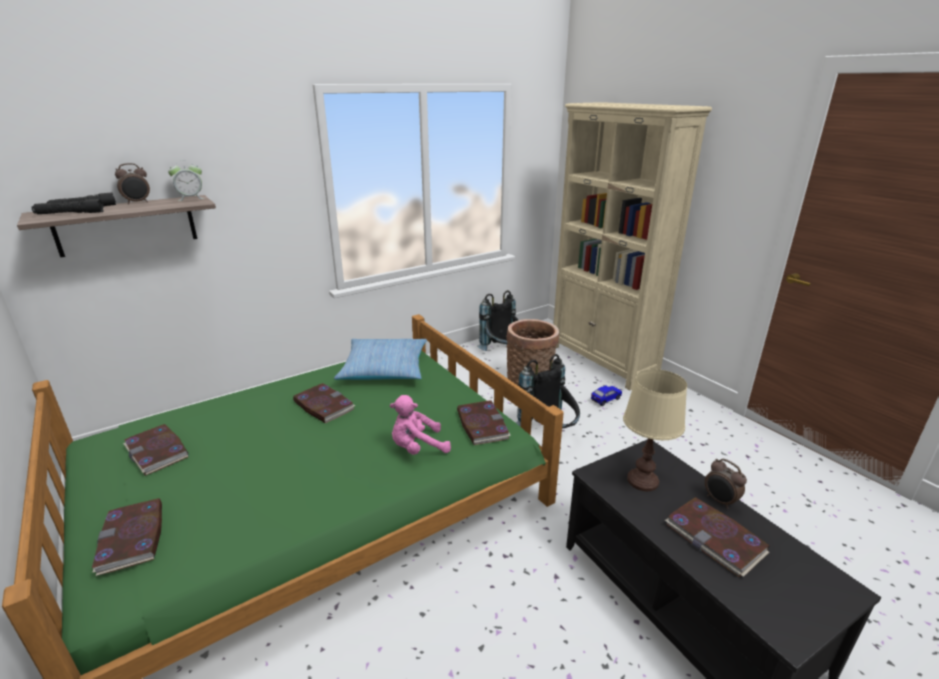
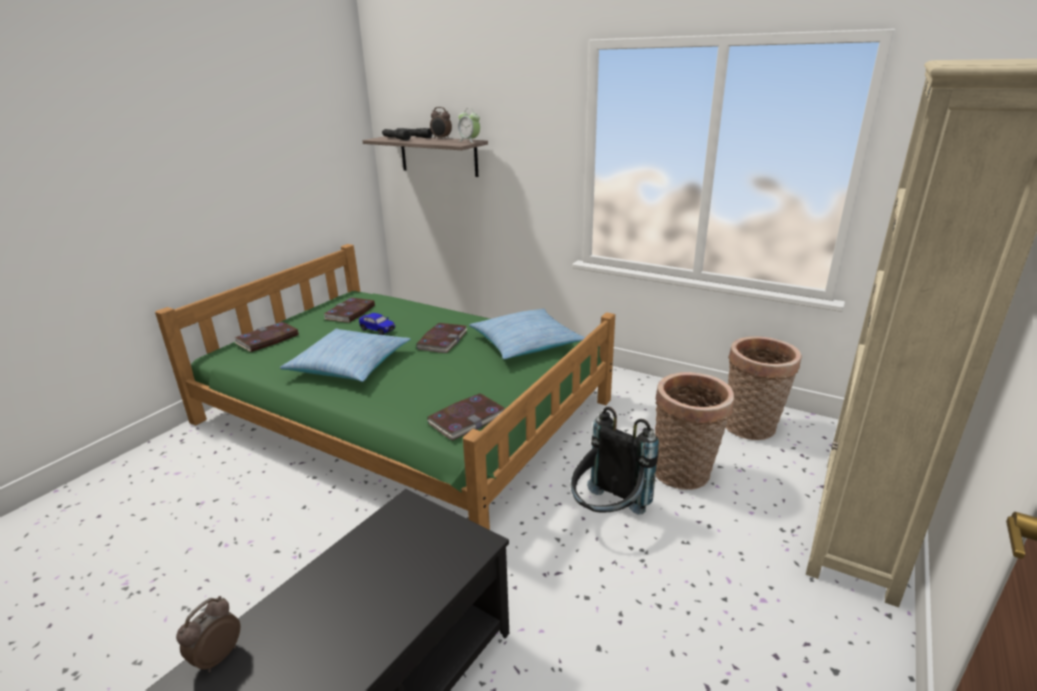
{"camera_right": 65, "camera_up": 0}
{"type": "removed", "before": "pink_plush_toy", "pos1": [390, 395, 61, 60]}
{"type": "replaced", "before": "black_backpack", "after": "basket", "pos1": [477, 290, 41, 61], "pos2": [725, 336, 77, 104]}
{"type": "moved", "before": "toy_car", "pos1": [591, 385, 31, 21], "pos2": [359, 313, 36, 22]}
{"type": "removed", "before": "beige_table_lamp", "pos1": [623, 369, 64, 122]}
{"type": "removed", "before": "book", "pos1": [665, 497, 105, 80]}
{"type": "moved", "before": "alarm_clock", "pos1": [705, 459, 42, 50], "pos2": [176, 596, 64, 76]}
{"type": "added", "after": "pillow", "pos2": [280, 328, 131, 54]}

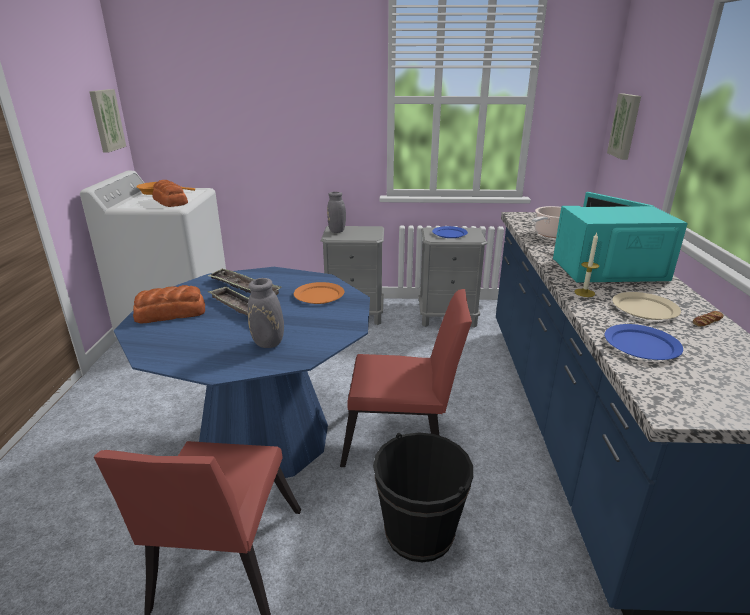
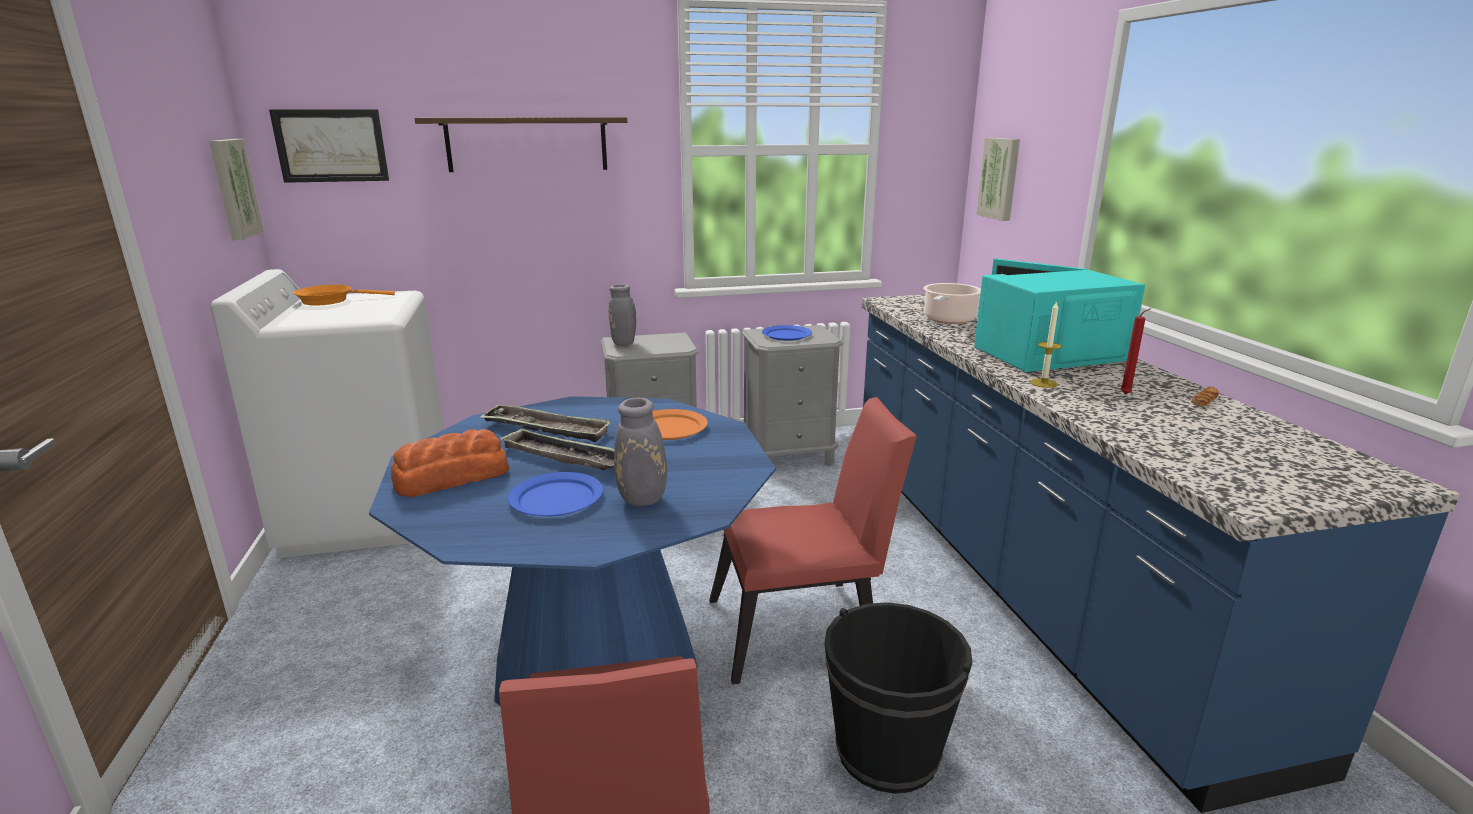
{"camera_right": -15, "camera_up": -5}
{"type": "removed", "before": "bread", "pos1": [153, 180, 35, 27]}
{"type": "moved", "before": "blue_plate", "pos1": [605, 324, 78, 36], "pos2": [508, 472, 96, 44]}
{"type": "replaced", "before": "beige_plate", "after": "red_candle", "pos1": [612, 292, 69, 28], "pos2": [1120, 308, 31, 86]}
{"type": "added", "after": "picture", "pos2": [269, 109, 120, 74]}
{"type": "added", "after": "shelf", "pos2": [415, 117, 212, 55]}

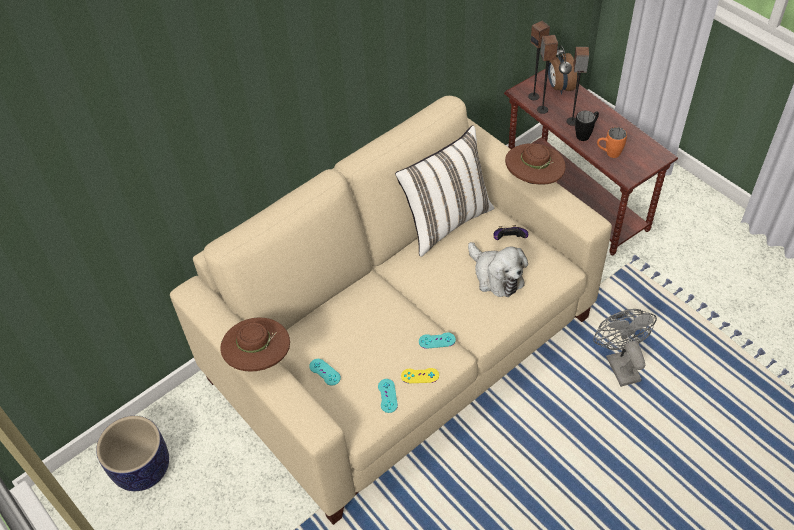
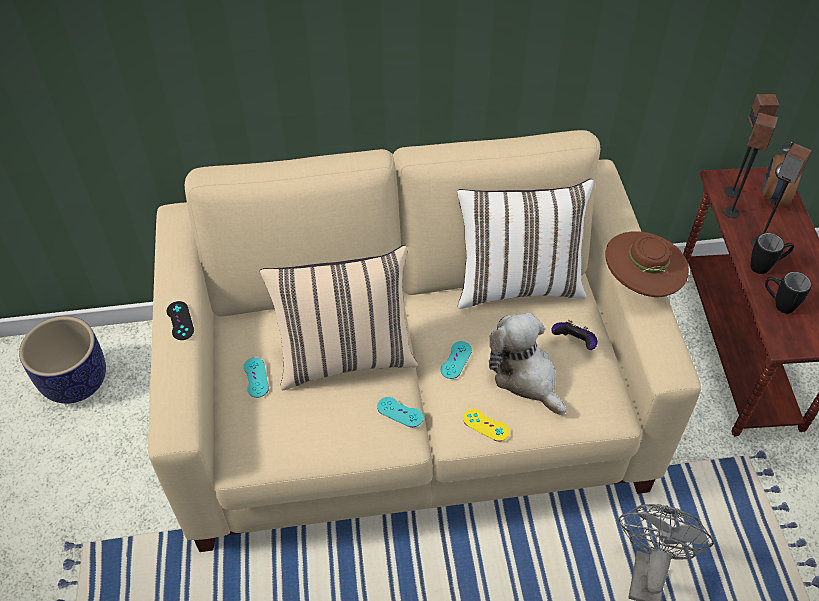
{"camera_right": 30, "camera_up": 0}
{"type": "replaced", "before": "brown_hat", "after": "black_game_controller", "pos1": [220, 317, 70, 55], "pos2": [167, 301, 27, 39]}
{"type": "moved", "before": "turquoise_game_controller", "pos1": [378, 379, 20, 34], "pos2": [440, 341, 32, 38]}
{"type": "moved", "before": "yellow_game_controller", "pos1": [401, 368, 38, 15], "pos2": [463, 409, 47, 32]}
{"type": "turned", "before": "plush_toy", "pos1": [468, 242, 60, 55], "pos2": [489, 313, 77, 102], "turn": 150}
{"type": "recoloured", "before": "orange_mug", "after": "black_mug", "pos1": [597, 127, 30, 31], "pos2": [765, 272, 47, 42]}
{"type": "added", "after": "beige_pillow", "pos2": [260, 245, 158, 145]}

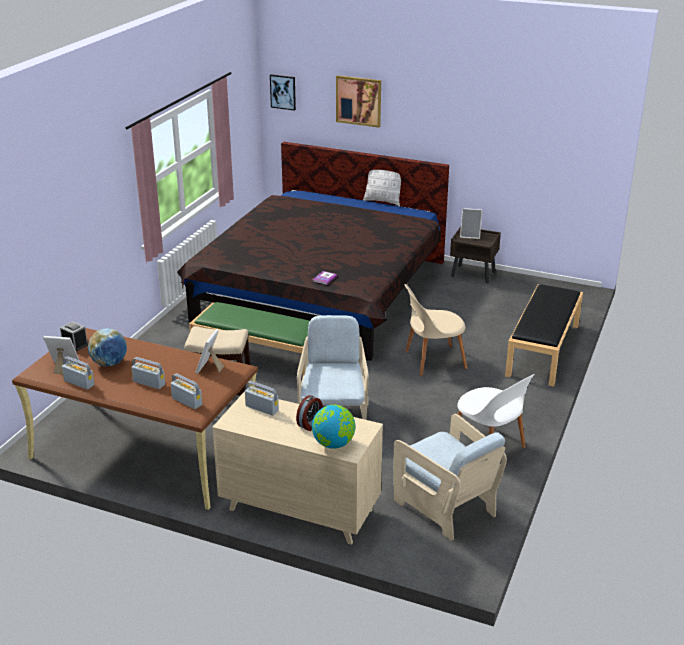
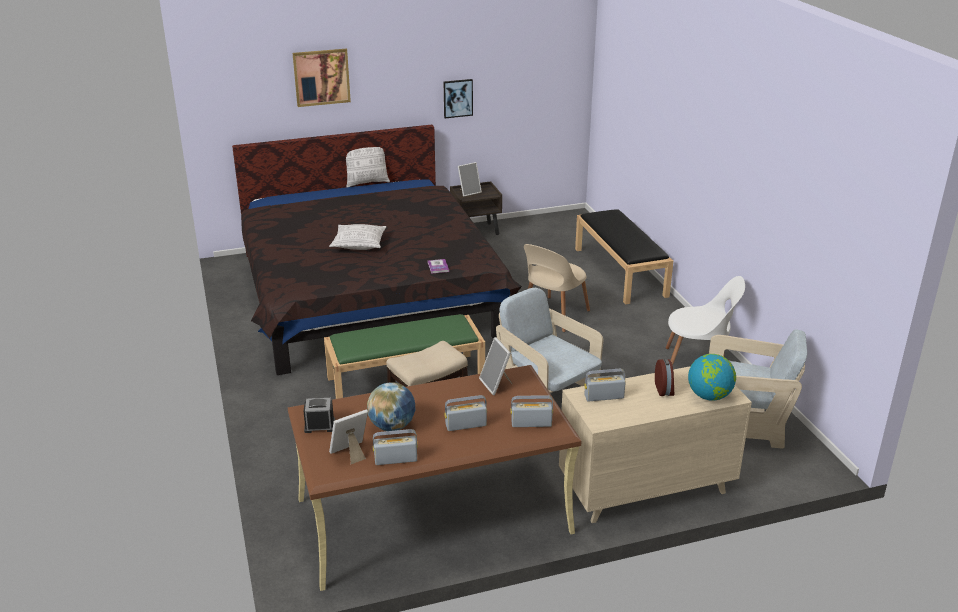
{"camera_right": -40, "camera_up": 0}
{"type": "moved", "before": "picture", "pos1": [270, 74, 26, 37], "pos2": [444, 79, 29, 39]}
{"type": "added", "after": "pillow", "pos2": [329, 224, 58, 26]}

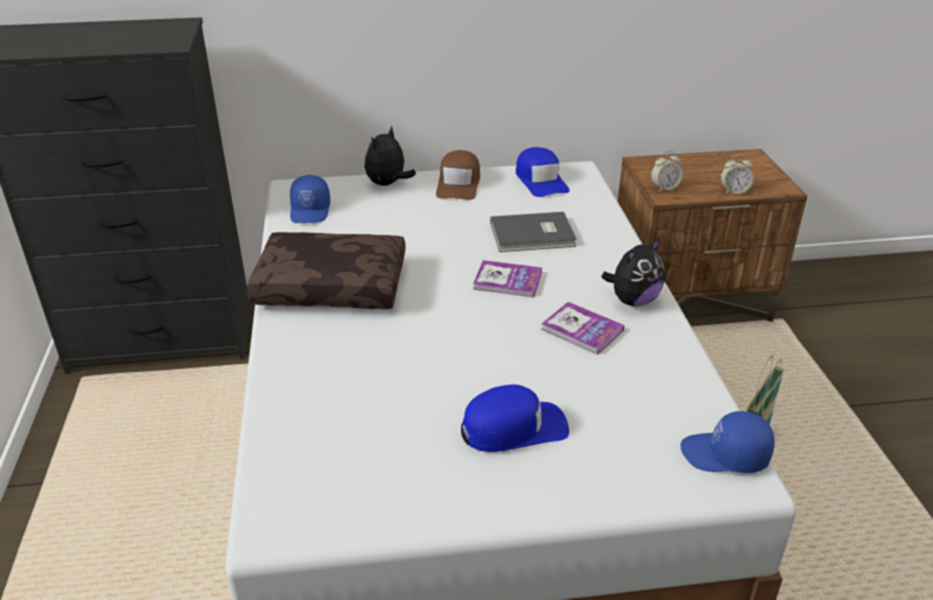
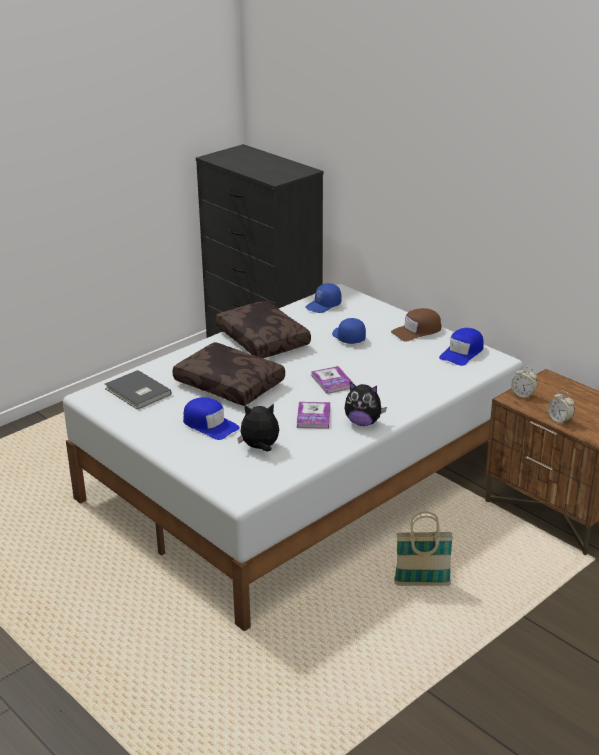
{"camera_right": 55, "camera_up": -5}
{"type": "moved", "before": "plush_toy", "pos1": [365, 125, 51, 61], "pos2": [237, 404, 42, 48]}
{"type": "moved", "before": "grey_book", "pos1": [490, 212, 87, 40], "pos2": [105, 370, 67, 40]}
{"type": "moved", "before": "blue_cap", "pos1": [680, 411, 94, 62], "pos2": [332, 318, 34, 26]}
{"type": "added", "after": "brown_pillow", "pos2": [172, 342, 113, 64]}

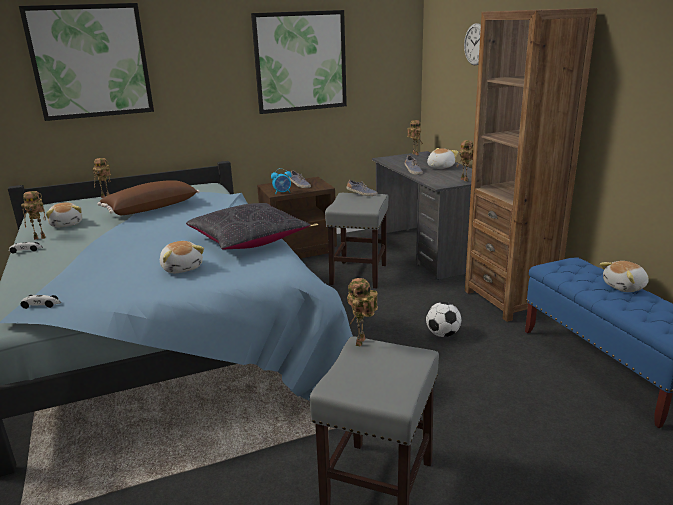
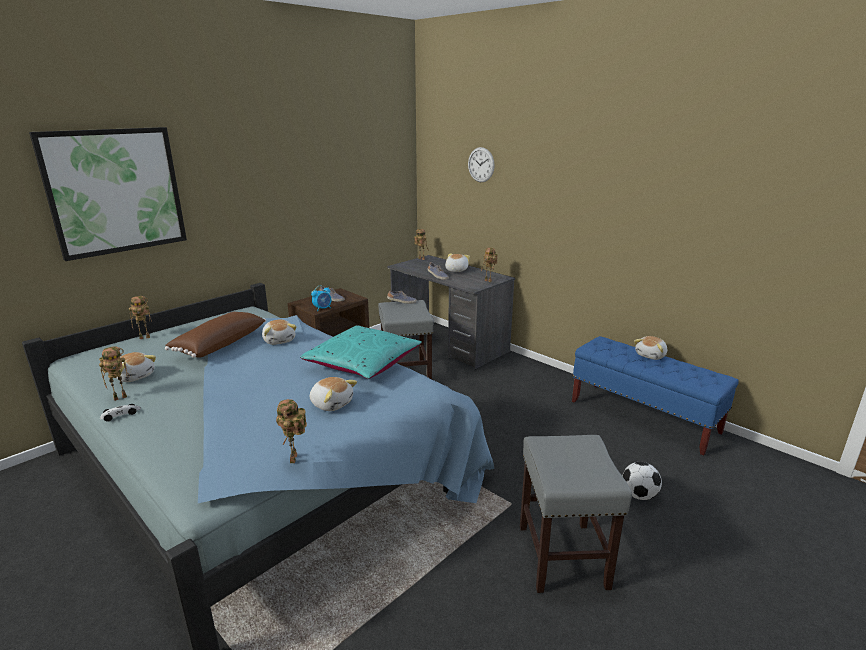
{"camera_right": -25, "camera_up": 0}
{"type": "removed", "before": "toy_car", "pos1": [20, 295, 41, 14]}
{"type": "recoloured", "before": "black_pillow", "after": "turquoise_pillow", "pos1": [186, 203, 124, 47], "pos2": [300, 325, 122, 54]}
{"type": "removed", "before": "picture", "pos1": [251, 10, 96, 104]}
{"type": "moved", "before": "toy_robot", "pos1": [347, 278, 31, 69], "pos2": [276, 399, 31, 64]}
{"type": "moved", "before": "football", "pos1": [426, 302, 35, 35], "pos2": [623, 462, 39, 38]}
{"type": "removed", "before": "brown_bookcase", "pos1": [465, 8, 132, 314]}
{"type": "added", "after": "plush_toy", "pos2": [262, 319, 35, 26]}

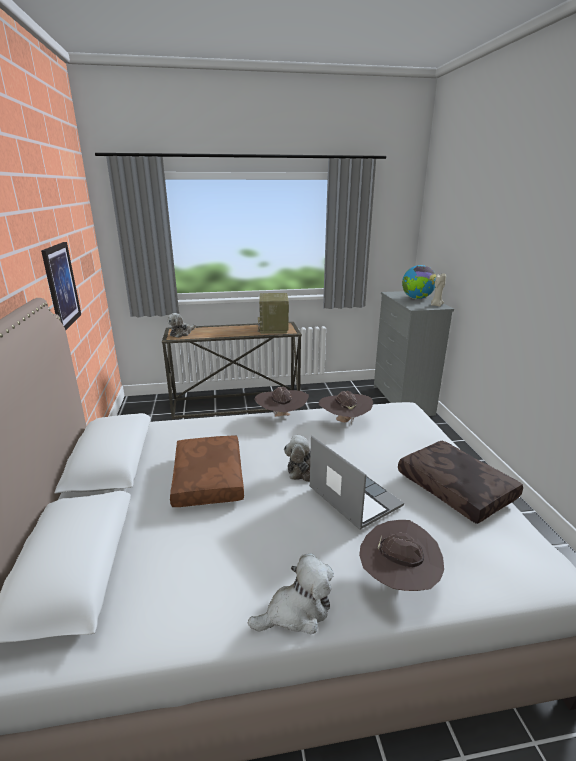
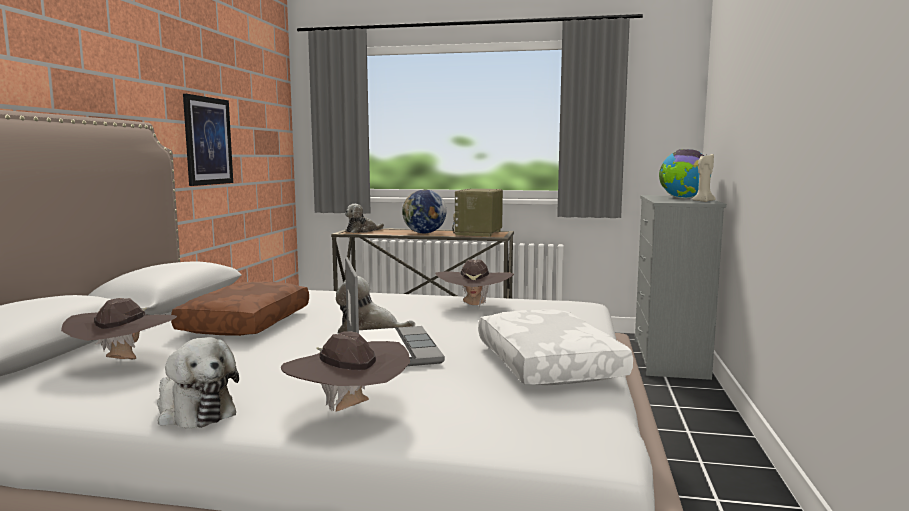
{"camera_right": 20, "camera_up": -15}
{"type": "turned", "before": "plush_toy", "pos1": [248, 553, 86, 81], "pos2": [157, 337, 82, 92], "turn": 45}
{"type": "moved", "before": "brown_hat", "pos1": [254, 387, 55, 30], "pos2": [61, 298, 116, 61]}
{"type": "recoloured", "before": "brown_pillow", "after": "white_pillow", "pos1": [398, 441, 125, 83], "pos2": [478, 309, 155, 77]}
{"type": "added", "after": "globe", "pos2": [402, 190, 45, 43]}

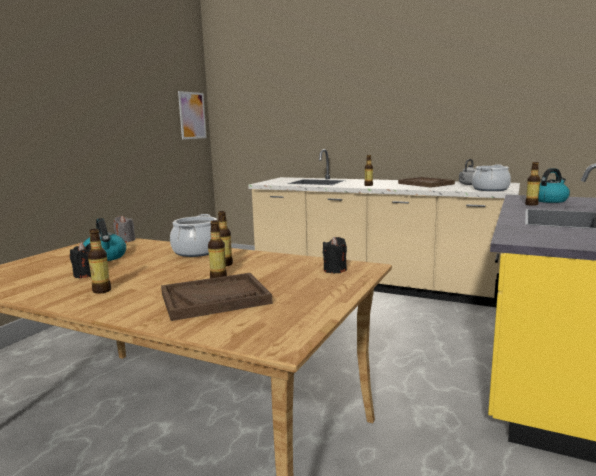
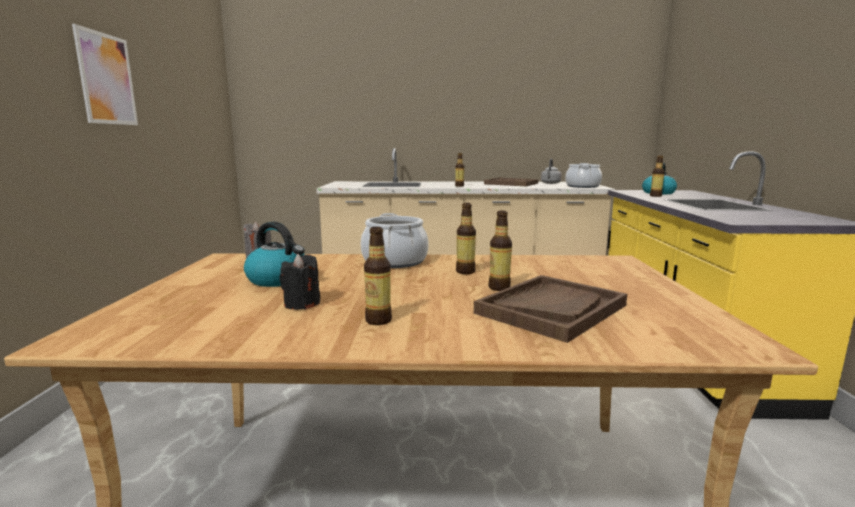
{"camera_right": -25, "camera_up": 0}
{"type": "moved", "before": "picture", "pos1": [178, 91, 29, 48], "pos2": [72, 24, 66, 101]}
{"type": "removed", "before": "black_candle", "pos1": [323, 237, 24, 36]}

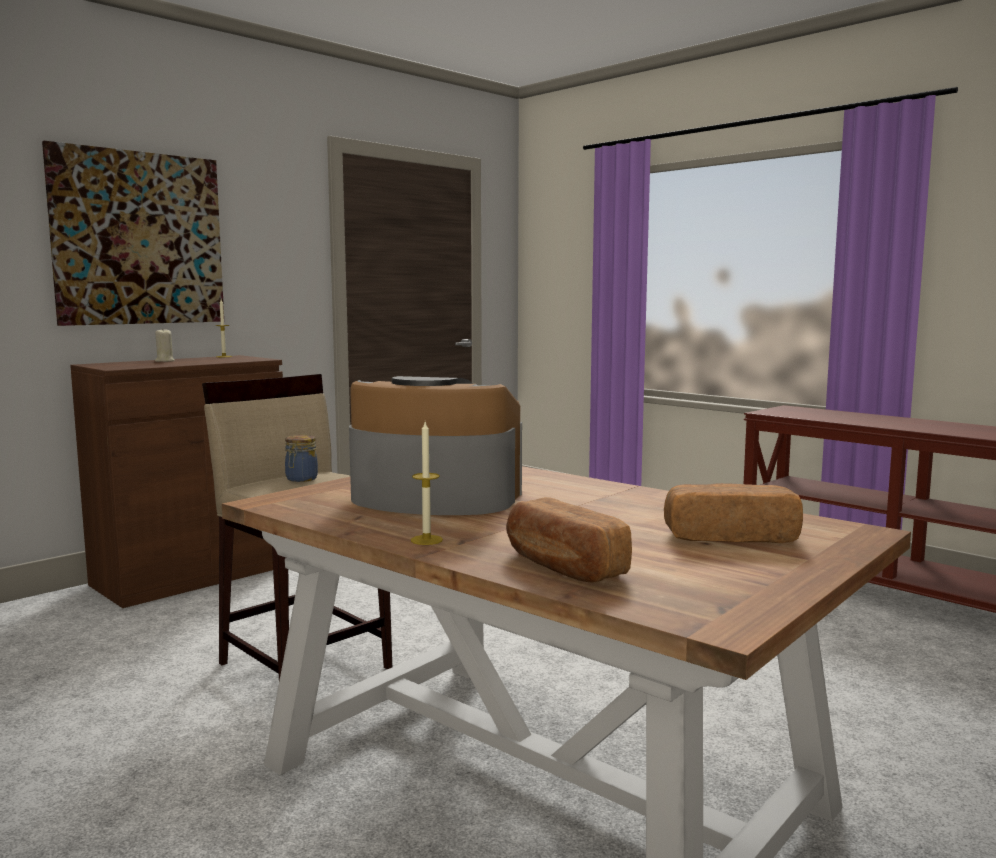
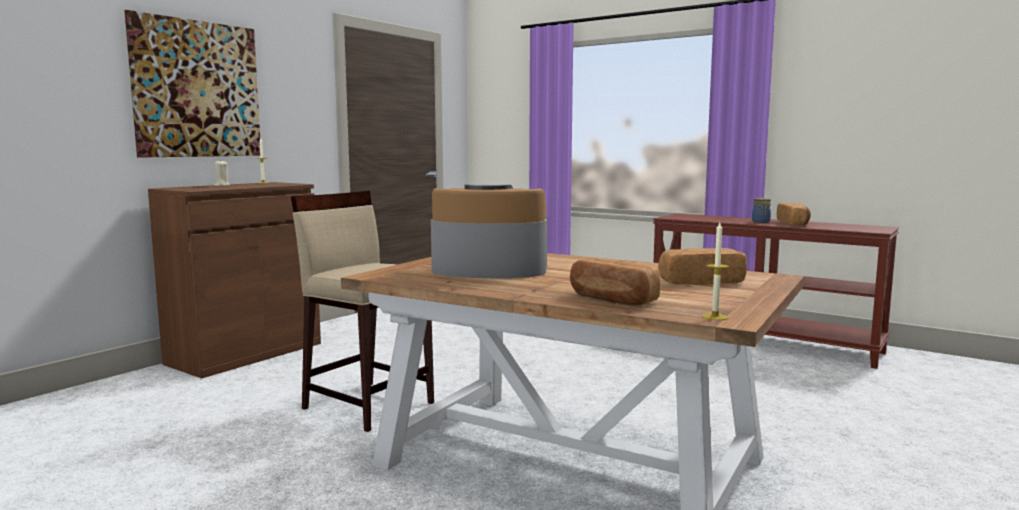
{"camera_right": -10, "camera_up": 0}
{"type": "moved", "before": "jar", "pos1": [285, 435, 33, 47], "pos2": [752, 198, 19, 25]}
{"type": "moved", "before": "candle", "pos1": [411, 422, 32, 123], "pos2": [702, 222, 27, 98]}
{"type": "added", "after": "bread", "pos2": [777, 203, 34, 23]}

